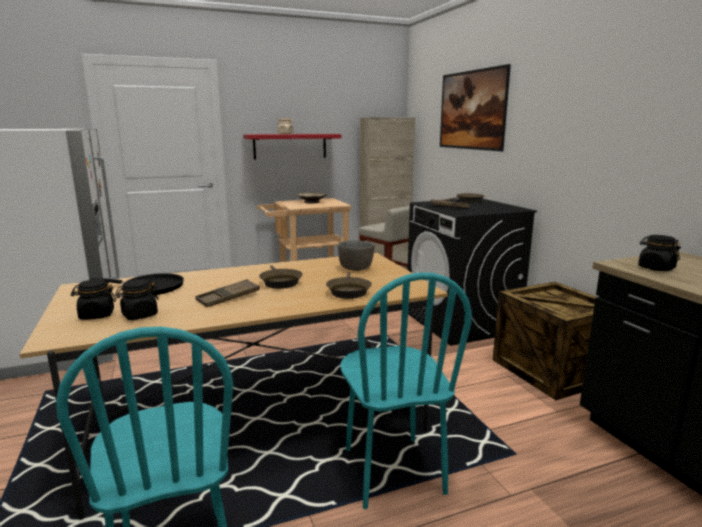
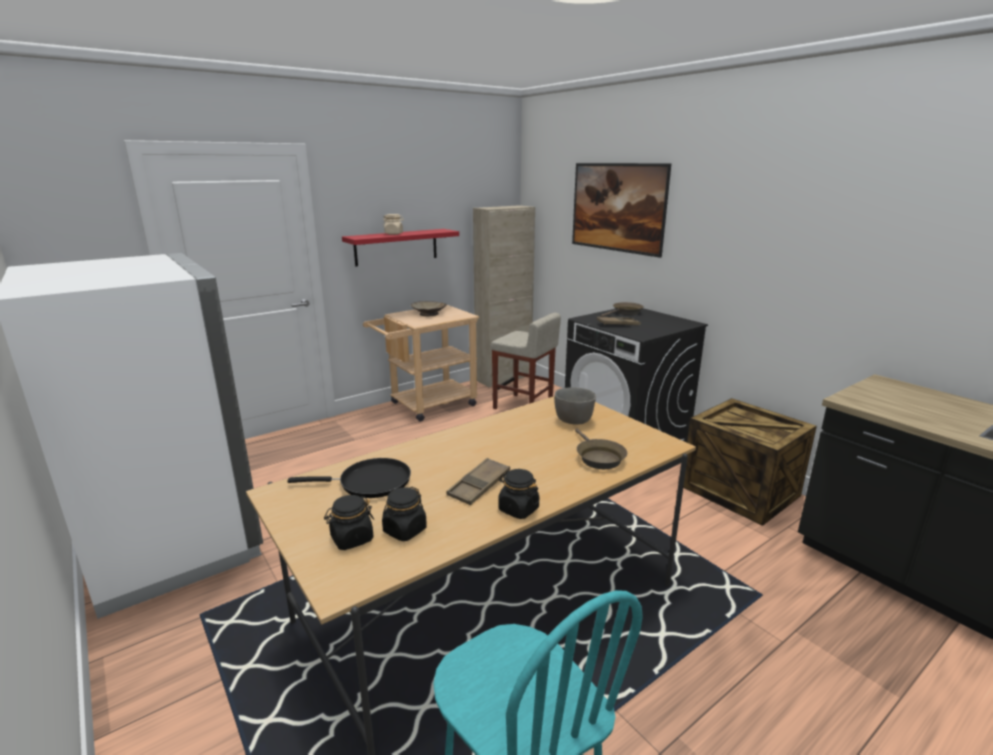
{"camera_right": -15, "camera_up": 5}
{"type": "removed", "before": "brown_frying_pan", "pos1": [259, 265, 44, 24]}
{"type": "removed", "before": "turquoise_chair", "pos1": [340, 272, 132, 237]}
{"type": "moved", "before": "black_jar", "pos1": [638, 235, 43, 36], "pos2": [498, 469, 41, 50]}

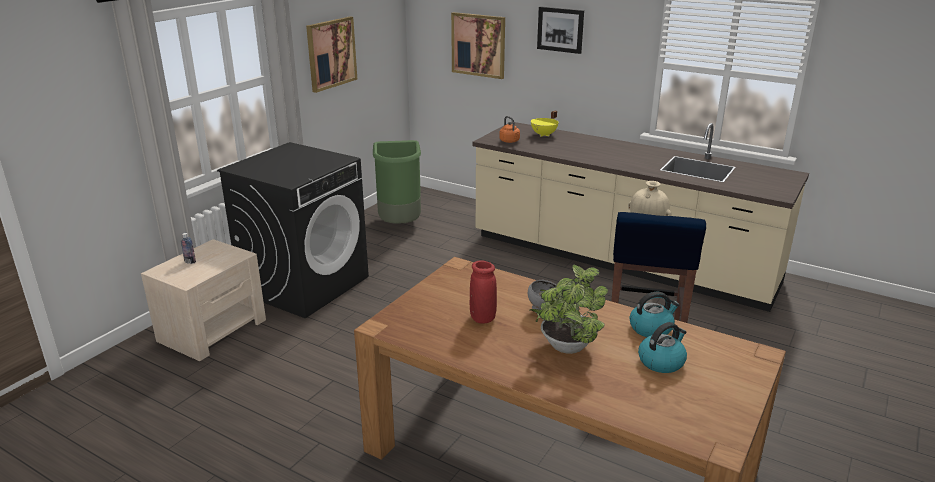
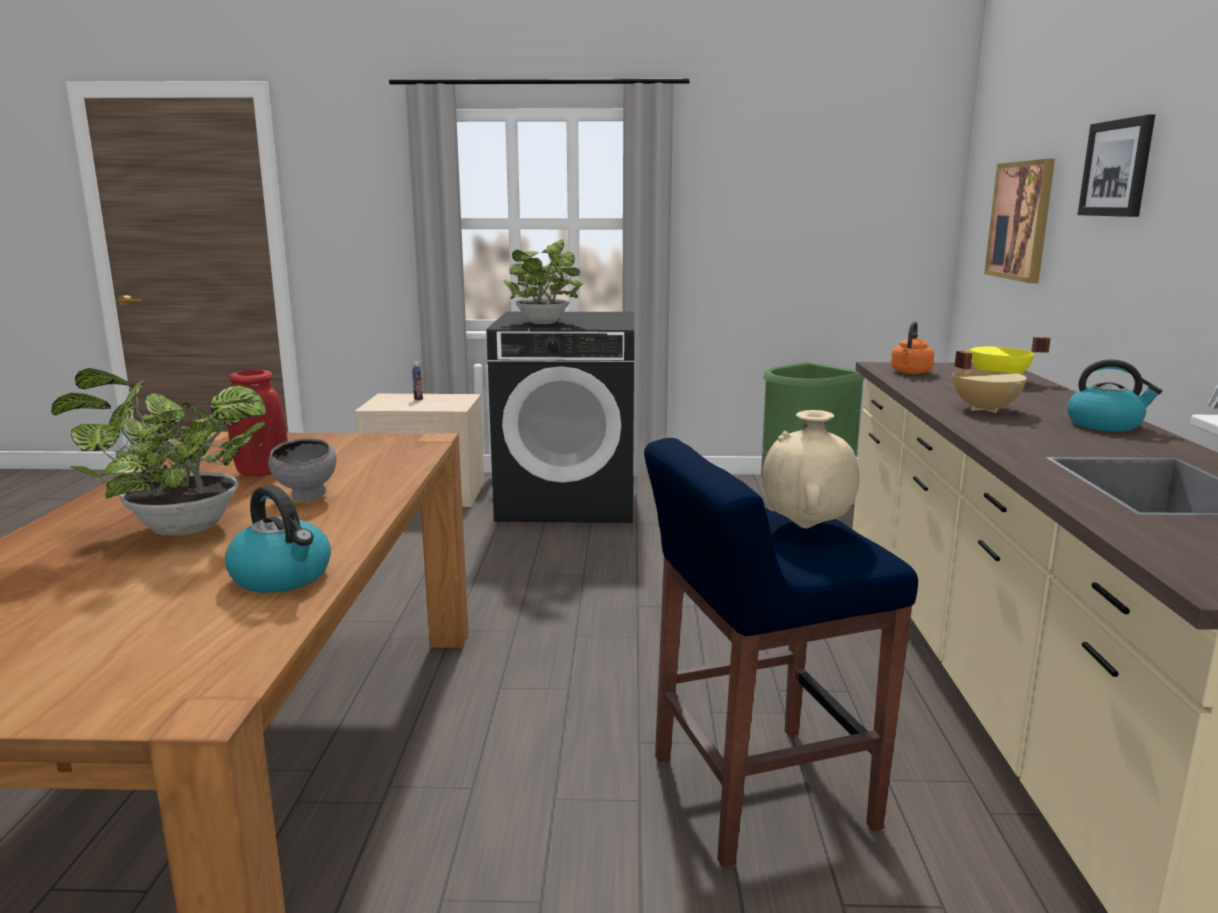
{"camera_right": 60, "camera_up": -10}
{"type": "removed", "before": "picture", "pos1": [306, 16, 51, 77]}
{"type": "moved", "before": "kettle", "pos1": [638, 322, 49, 51], "pos2": [1067, 359, 95, 73]}
{"type": "added", "after": "potted_plant", "pos2": [503, 239, 81, 85]}
{"type": "added", "after": "beige_cooking_pot", "pos2": [953, 351, 74, 62]}

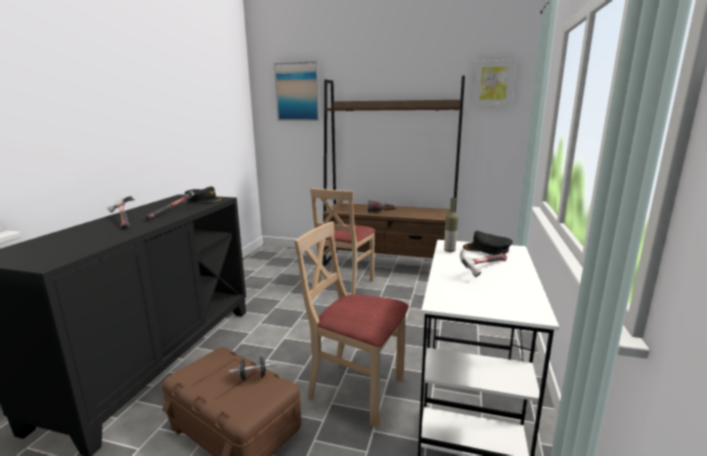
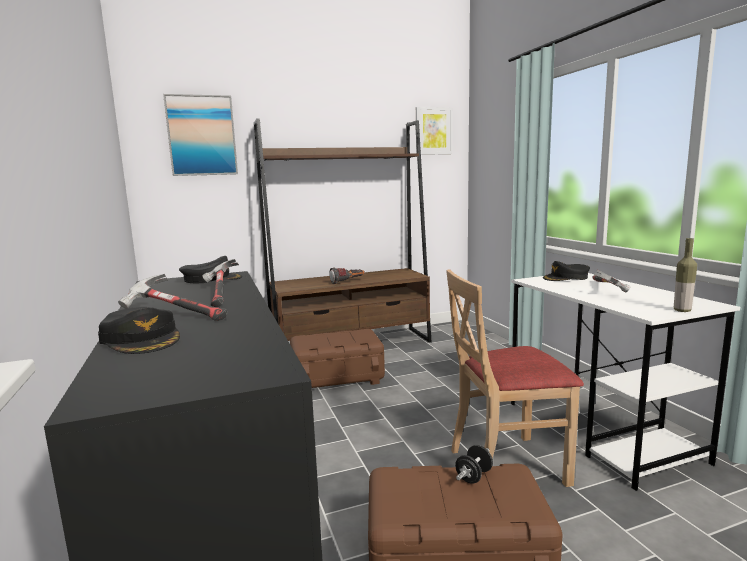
{"camera_right": -35, "camera_up": -5}
{"type": "replaced", "before": "beige_chair", "after": "brown_storage_box", "pos1": [310, 188, 66, 106], "pos2": [290, 329, 95, 59]}
{"type": "moved", "before": "bottle", "pos1": [444, 198, 14, 54], "pos2": [674, 238, 23, 74]}
{"type": "added", "after": "black_cap", "pos2": [98, 307, 82, 47]}

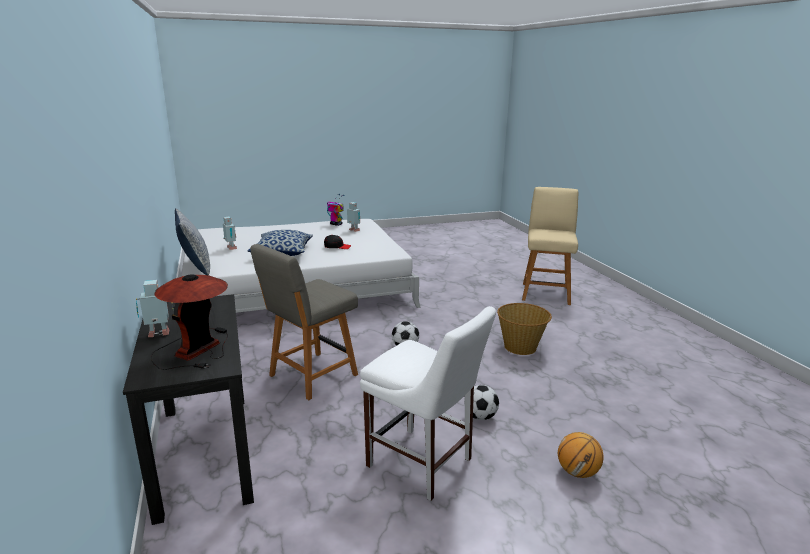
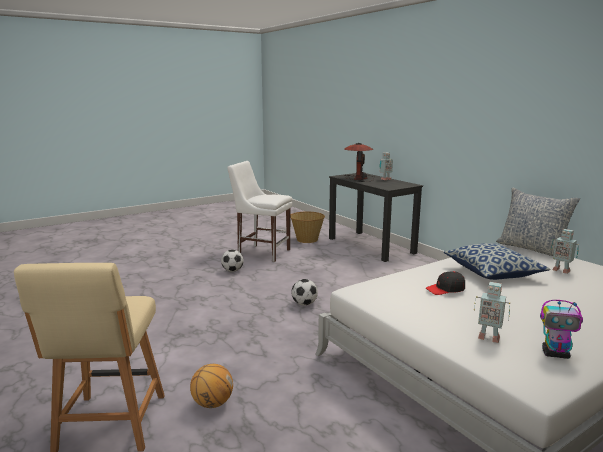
{"camera_right": 165, "camera_up": -5}
{"type": "removed", "before": "grey_chair", "pos1": [250, 244, 108, 156]}
{"type": "moved", "before": "basket", "pos1": [497, 303, 55, 52], "pos2": [290, 212, 35, 31]}
{"type": "moved", "before": "basketball", "pos1": [558, 432, 46, 46], "pos2": [190, 364, 43, 44]}

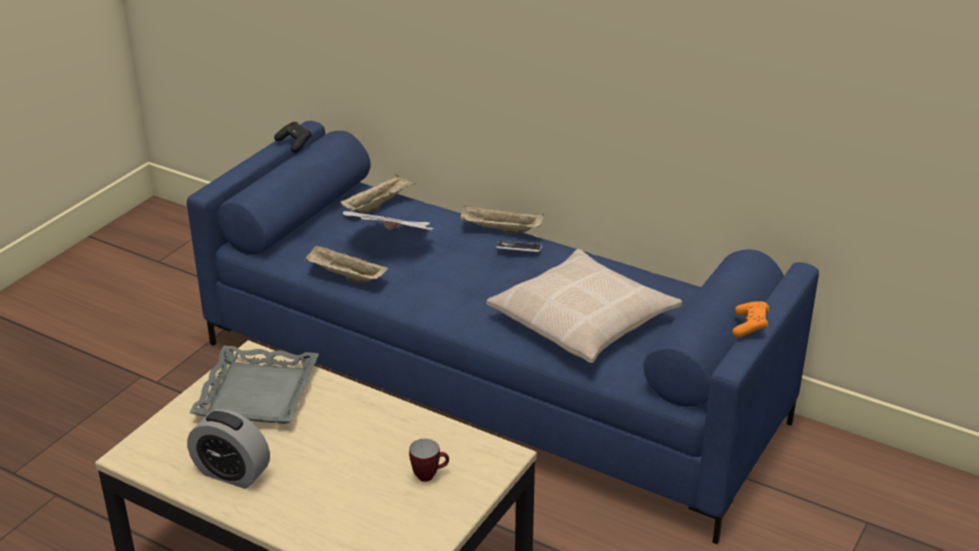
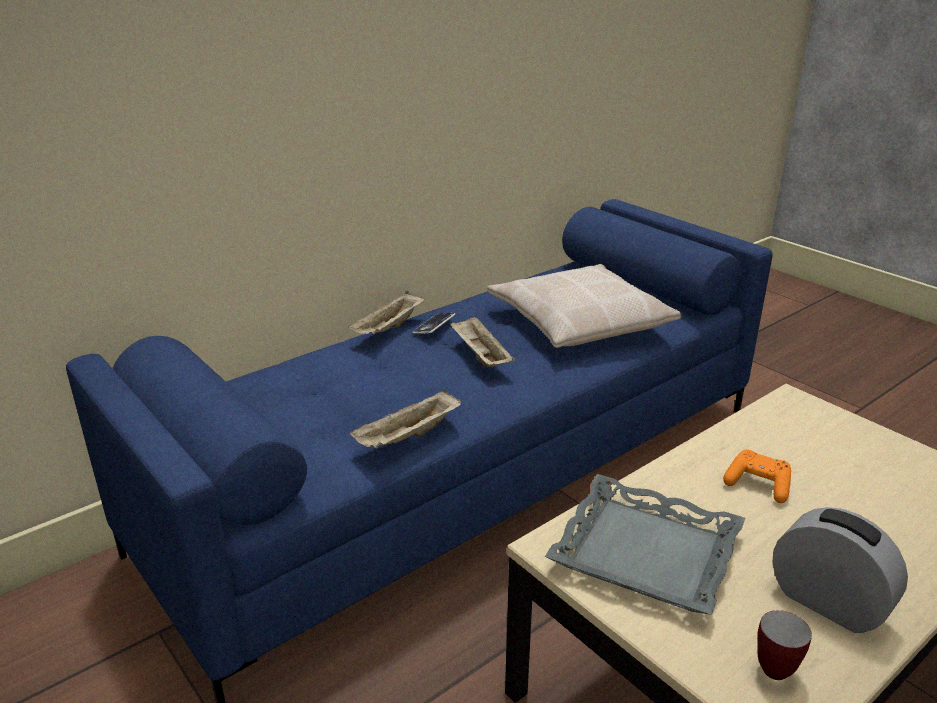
{"camera_right": -70, "camera_up": -5}
{"type": "turned", "before": "alarm_clock", "pos1": [187, 409, 83, 80], "pos2": [772, 507, 136, 126], "turn": -90}
{"type": "removed", "before": "black_game_controller", "pos1": [274, 122, 38, 31]}
{"type": "moved", "before": "beige_tray", "pos1": [340, 174, 75, 39], "pos2": [450, 315, 65, 52]}
{"type": "removed", "before": "newspaper", "pos1": [342, 211, 92, 19]}
{"type": "moved", "before": "mug", "pos1": [409, 439, 40, 43], "pos2": [757, 610, 55, 70]}
{"type": "moved", "before": "orange_game_controller", "pos1": [732, 301, 37, 36], "pos2": [723, 449, 68, 54]}

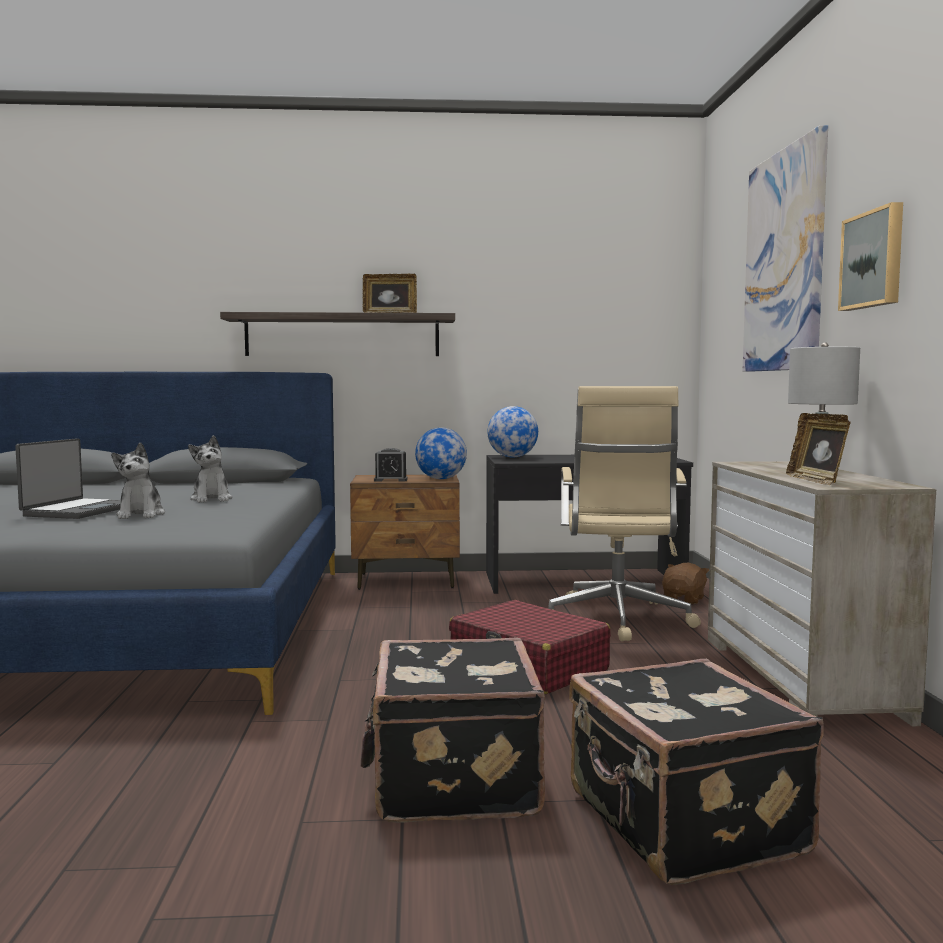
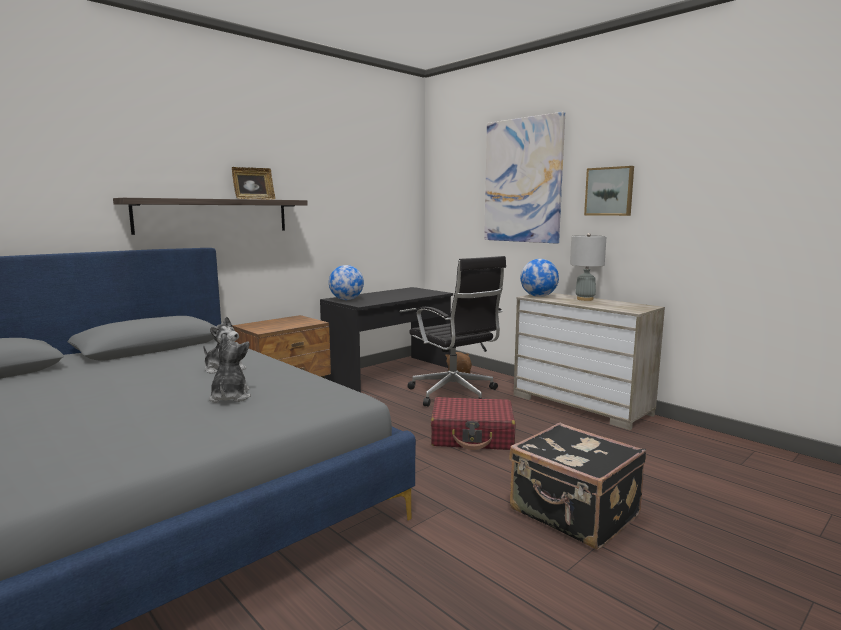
{"camera_right": -40, "camera_up": 5}
{"type": "removed", "before": "laptop", "pos1": [15, 438, 106, 81]}
{"type": "turned", "before": "plush_toy", "pos1": [111, 443, 54, 76], "pos2": [209, 334, 42, 69], "turn": -135}
{"type": "removed", "before": "alarm_clock", "pos1": [374, 448, 34, 34]}
{"type": "moved", "before": "globe", "pos1": [415, 427, 52, 52], "pos2": [520, 259, 39, 38]}
{"type": "recoloured", "before": "beige_office_chair", "after": "black_office_chair", "pos1": [548, 386, 153, 256], "pos2": [407, 256, 99, 151]}
{"type": "removed", "before": "black_suitcase", "pos1": [569, 659, 255, 226]}
{"type": "removed", "before": "picture_frame", "pos1": [786, 413, 64, 72]}

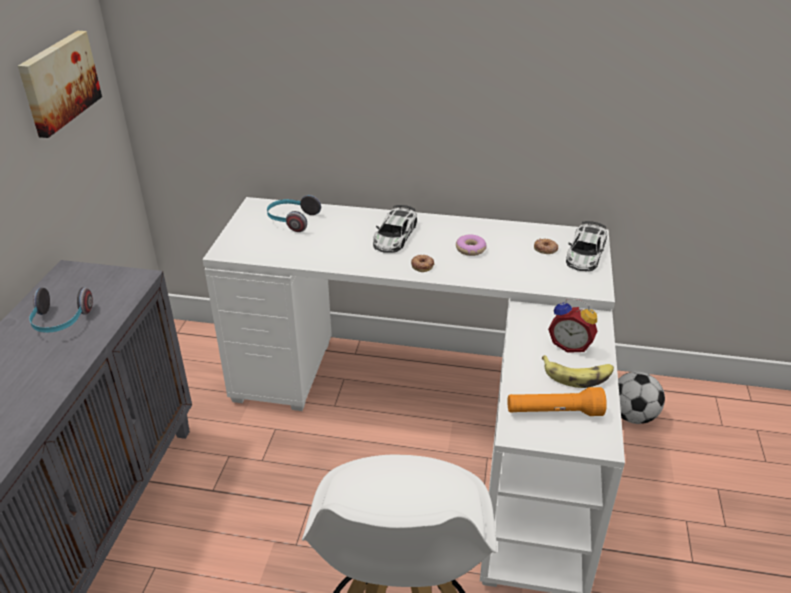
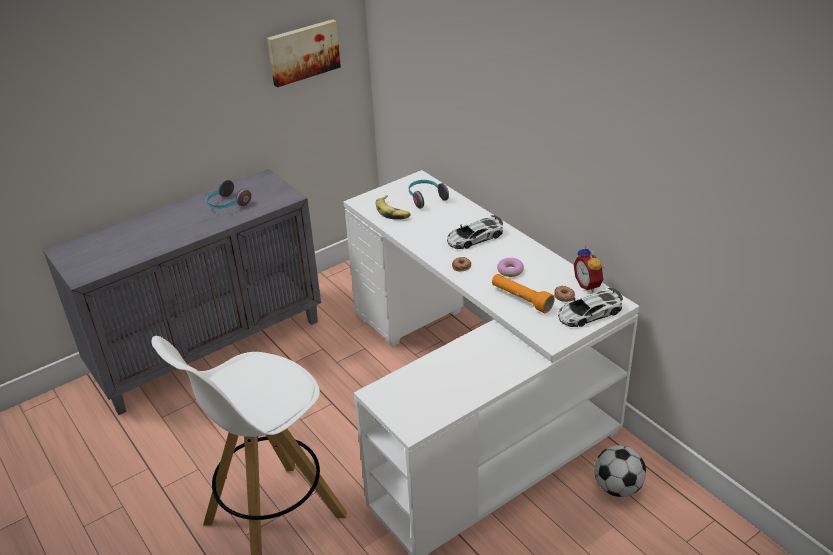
{"camera_right": 45, "camera_up": 0}
{"type": "moved", "before": "orange_flashlight", "pos1": [507, 387, 100, 29], "pos2": [492, 274, 63, 39]}
{"type": "moved", "before": "banana", "pos1": [542, 355, 72, 33], "pos2": [376, 195, 35, 25]}
{"type": "moved", "before": "alarm_clock", "pos1": [548, 299, 49, 54], "pos2": [574, 246, 31, 46]}

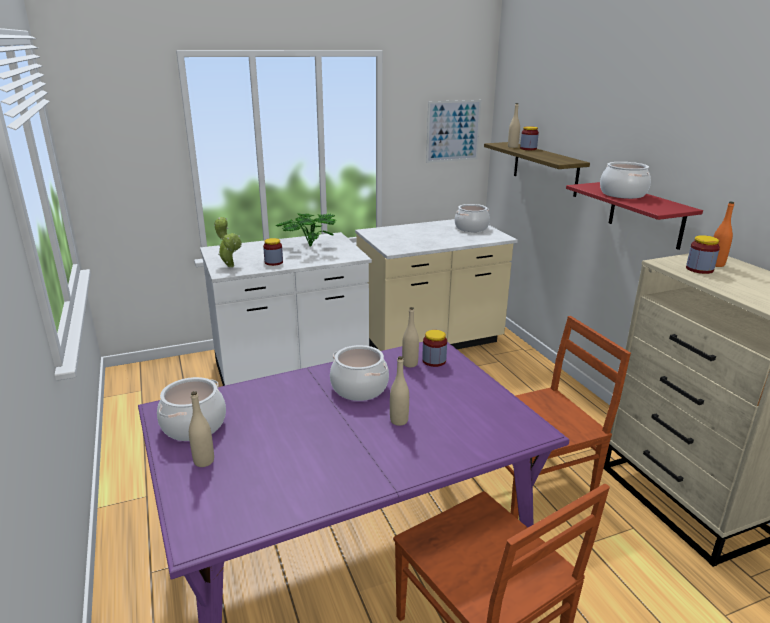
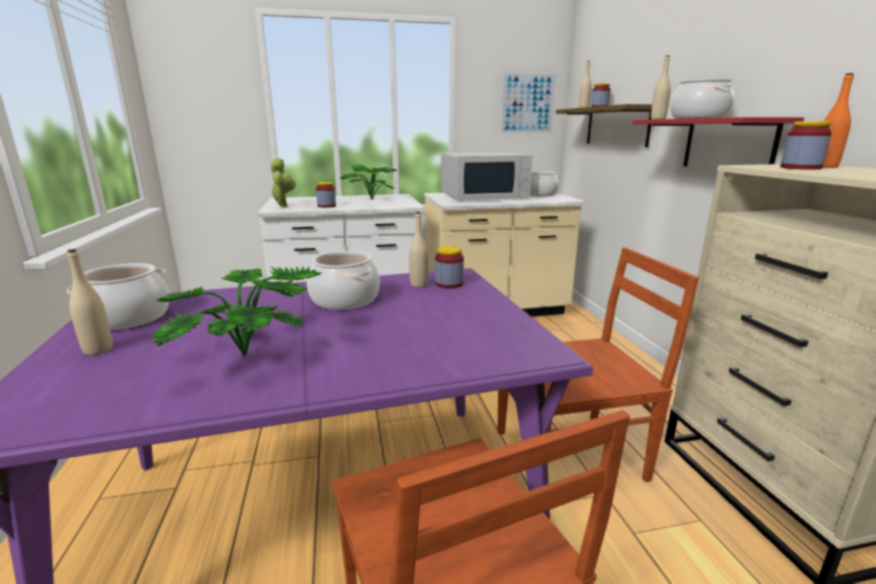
{"camera_right": 10, "camera_up": -5}
{"type": "moved", "before": "beige_bottle", "pos1": [390, 356, 19, 70], "pos2": [651, 55, 20, 64]}
{"type": "added", "after": "potted_plant", "pos2": [151, 266, 170, 90]}
{"type": "added", "after": "white_microwave", "pos2": [441, 152, 92, 49]}

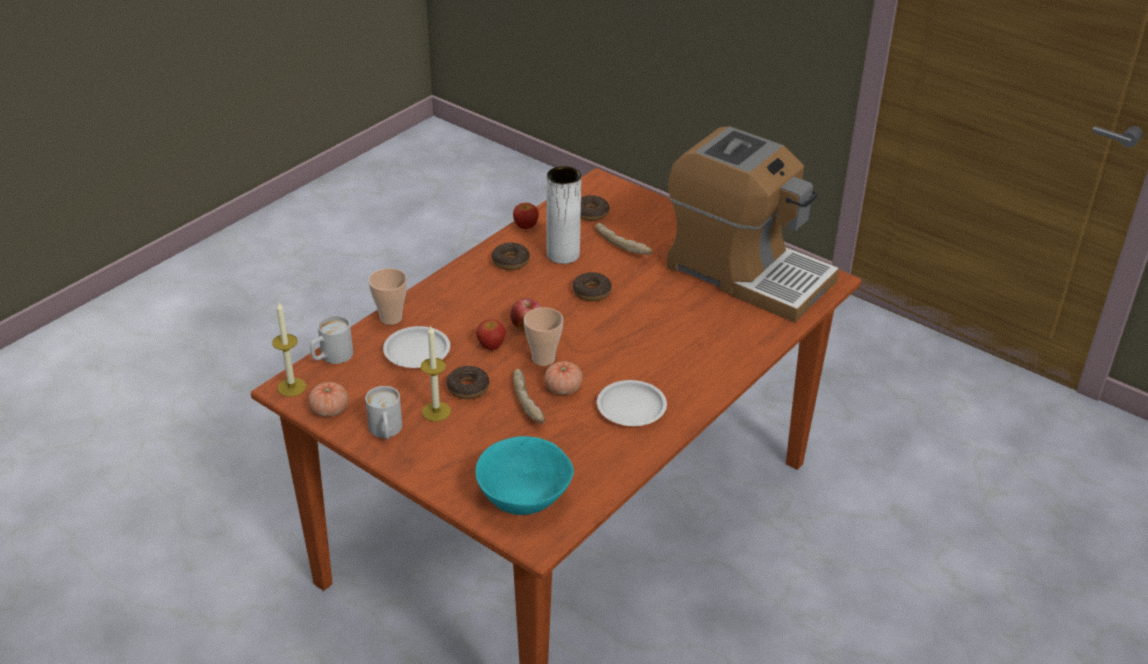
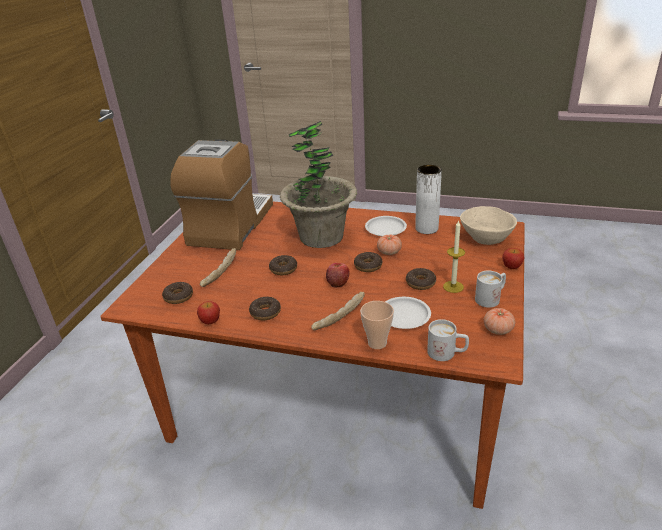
{"camera_right": -110, "camera_up": -5}
{"type": "removed", "before": "candle", "pos1": [272, 301, 34, 96]}
{"type": "recoloured", "before": "turquoise_bowl", "after": "beige_bowl", "pos1": [475, 436, 99, 79], "pos2": [460, 206, 57, 39]}
{"type": "moved", "before": "apple", "pos1": [476, 319, 30, 31], "pos2": [502, 248, 23, 21]}
{"type": "moved", "before": "bread", "pos1": [513, 369, 32, 55], "pos2": [311, 292, 54, 38]}
{"type": "replaced", "before": "cup", "after": "donut", "pos1": [524, 307, 39, 59], "pos2": [354, 252, 28, 20]}
{"type": "moved", "before": "white_vase", "pos1": [547, 166, 34, 98], "pos2": [415, 165, 27, 69]}
{"type": "added", "after": "potted_plant", "pos2": [280, 121, 77, 127]}

